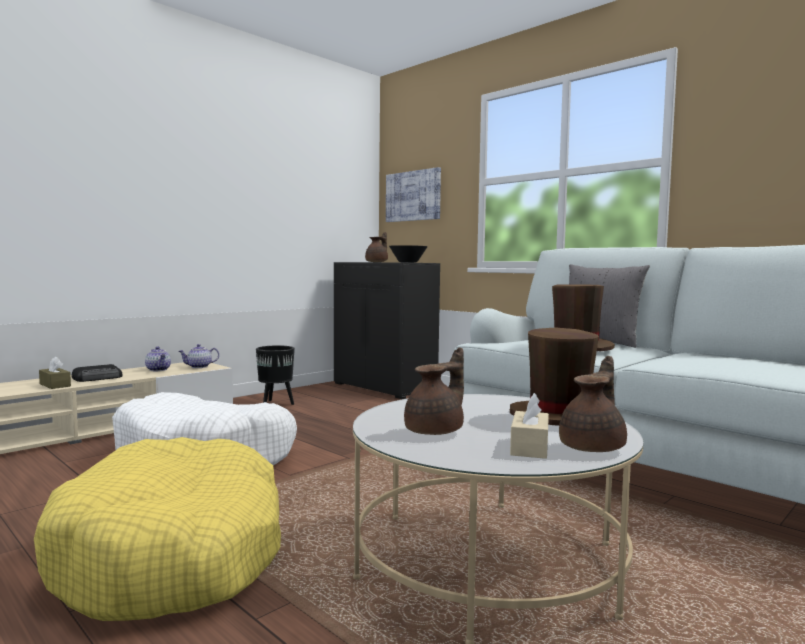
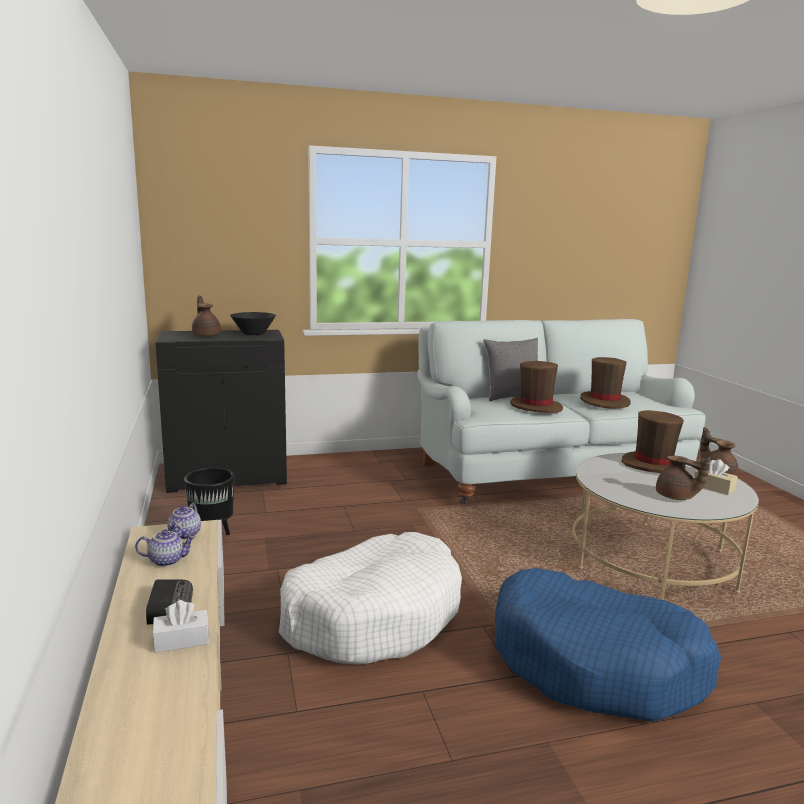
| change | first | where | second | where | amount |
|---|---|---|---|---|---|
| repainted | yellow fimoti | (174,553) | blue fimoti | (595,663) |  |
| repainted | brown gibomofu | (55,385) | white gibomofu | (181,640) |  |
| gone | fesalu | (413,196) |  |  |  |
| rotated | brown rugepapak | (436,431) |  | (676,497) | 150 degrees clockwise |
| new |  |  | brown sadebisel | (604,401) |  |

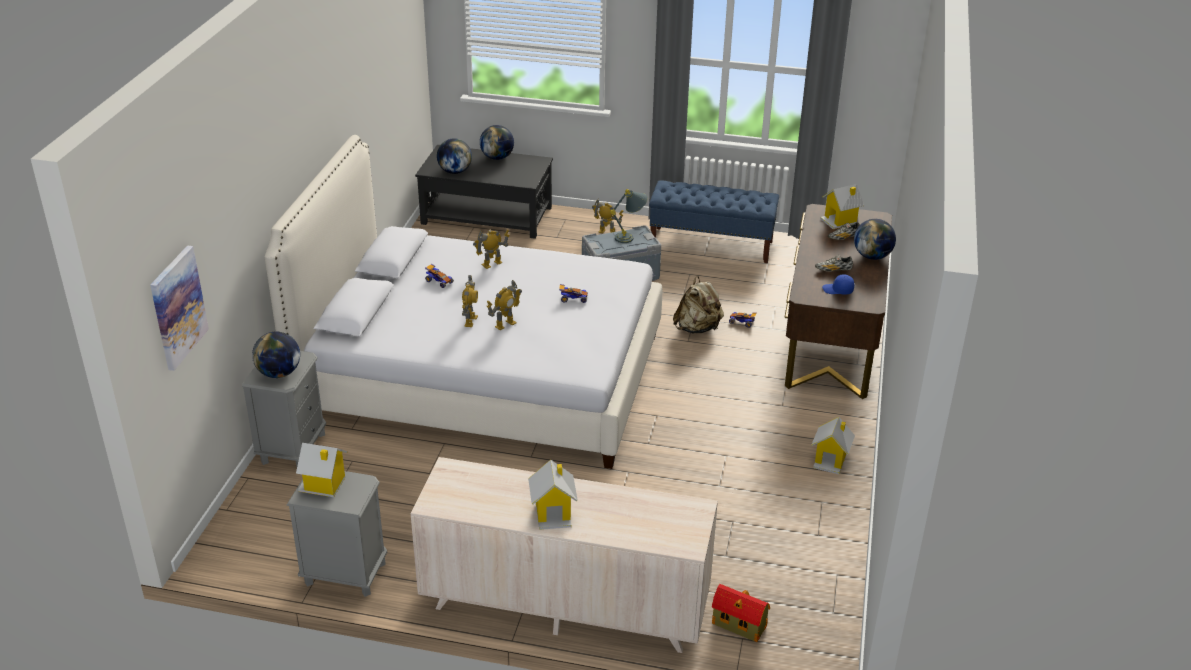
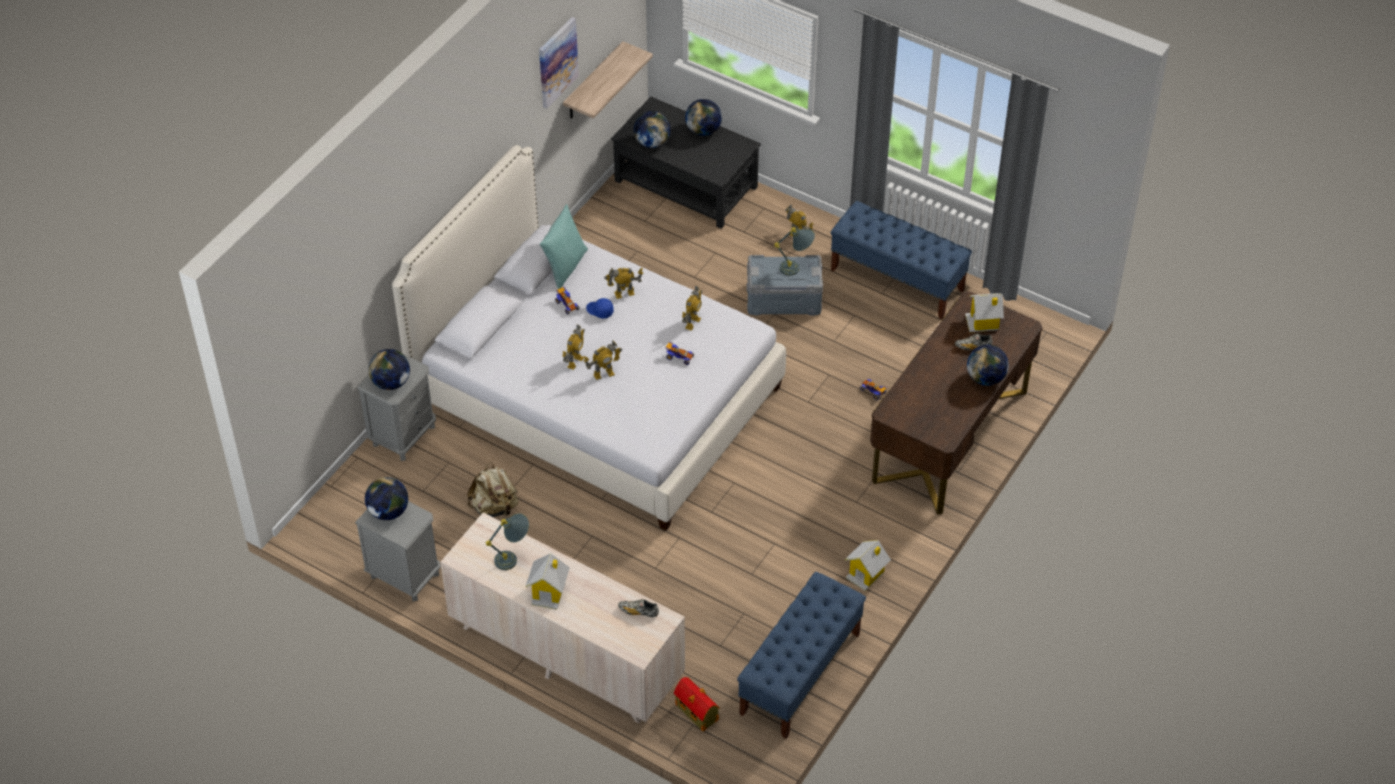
| change | first | where | second | where | amount |
|---|---|---|---|---|---|
| shifted | fesalu | (177,307) |  | (557,62) |  |
| swapped | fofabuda | (324,485) | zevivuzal | (388,511) |  |
| shifted | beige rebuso | (697,328) |  | (495,507) |  |
| shifted | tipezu | (833,270) |  | (638,612) |  |
| shifted | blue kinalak | (838,290) |  | (599,311) |  |
| new |  |  | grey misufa | (513,558) |  |
| new |  |  | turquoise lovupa | (565,267) |  |
| new |  |  | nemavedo | (593,82) |  |
| new |  |  | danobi | (692,323) |  |
| new |  |  | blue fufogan | (800,674) |  |

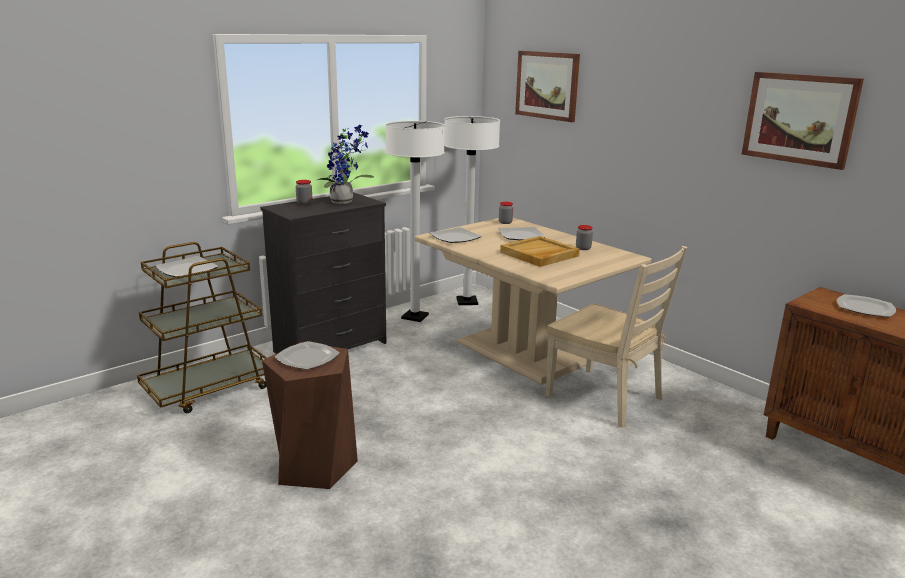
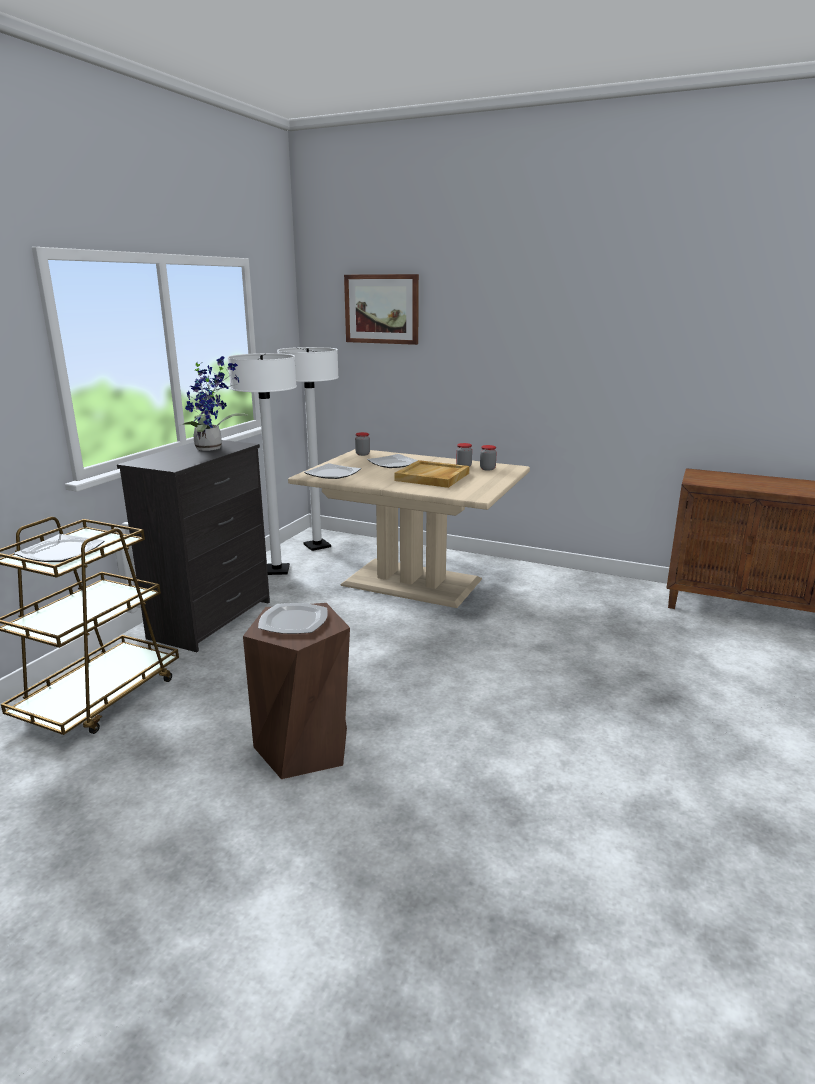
| change | first | where | second | where | amount |
|---|---|---|---|---|---|
| shifted | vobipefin | (304,203) |  | (487,469) |  |
| gone | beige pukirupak | (605,397) |  |  |  |
| gone | fesalu | (799,119) |  |  |  |
| gone | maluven | (865,308) |  |  |  |

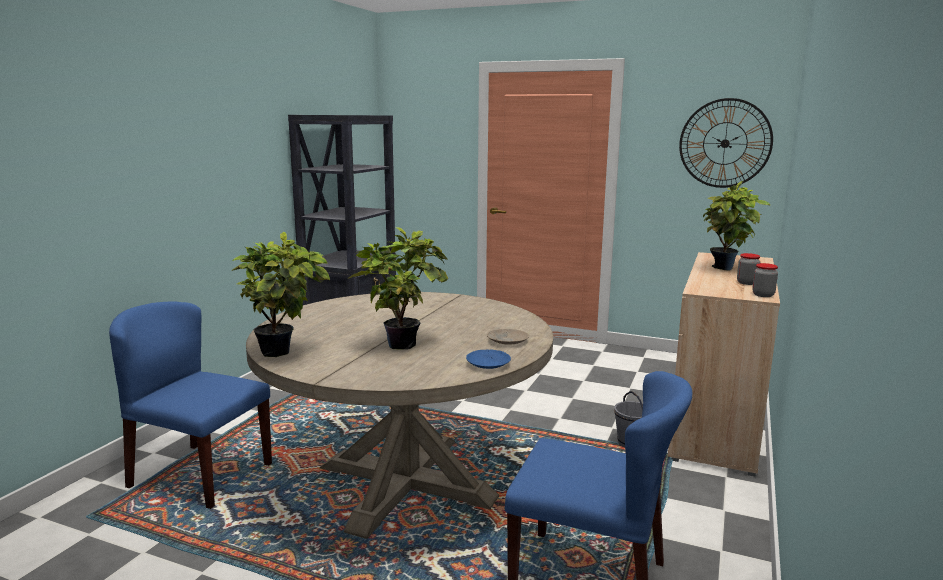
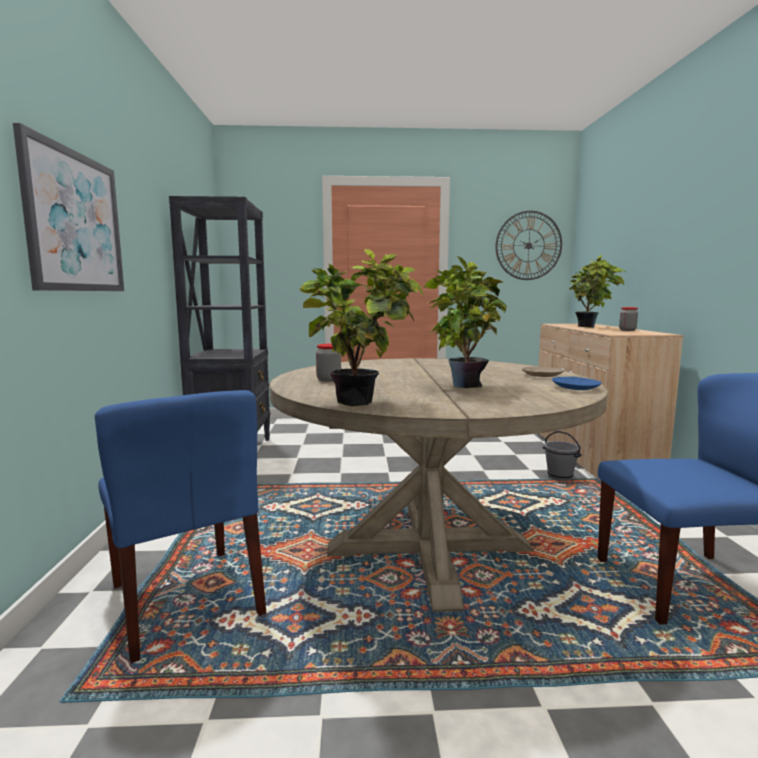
| change | first | where | second | where | amount |
|---|---|---|---|---|---|
| rotated | blue pukirupak | (200,475) |  | (186,600) | 120 degrees counterclockwise |
| shifted | vobipefin | (763,295) |  | (328,380) |  |
| new |  |  | fesalu | (75,222) |  |

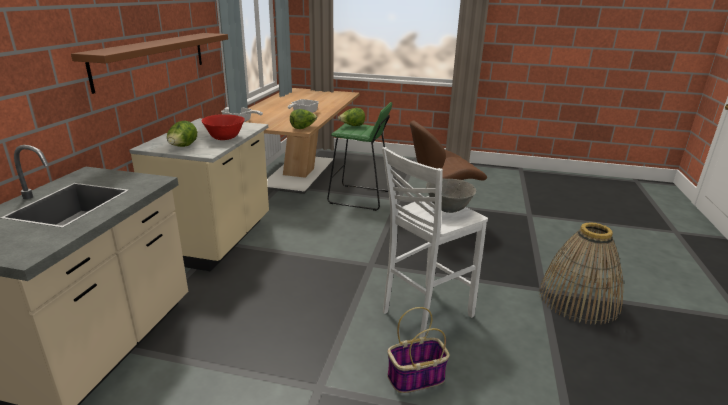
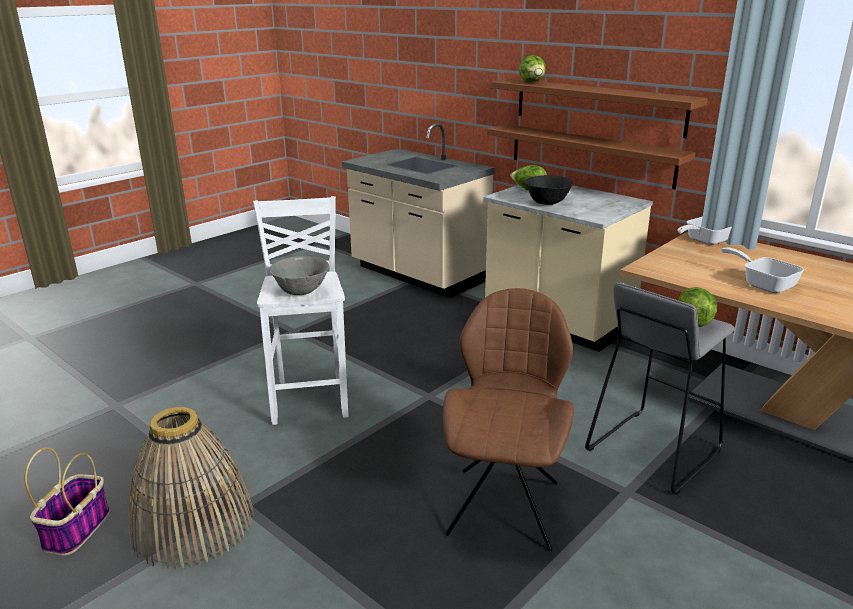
| change | first | where | second | where | amount |
|---|---|---|---|---|---|
| repainted | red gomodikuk | (225,138) | black gomodikuk | (547,203) |  |
| shifted | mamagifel | (303,128) |  | (532,83) |  |
| repainted | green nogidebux | (360,197) | grey nogidebux | (652,450) |  |
| shifted | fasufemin | (415,378) |  | (77,529) |  |
| new |  |  | brown nemavedo | (590,155) |  |

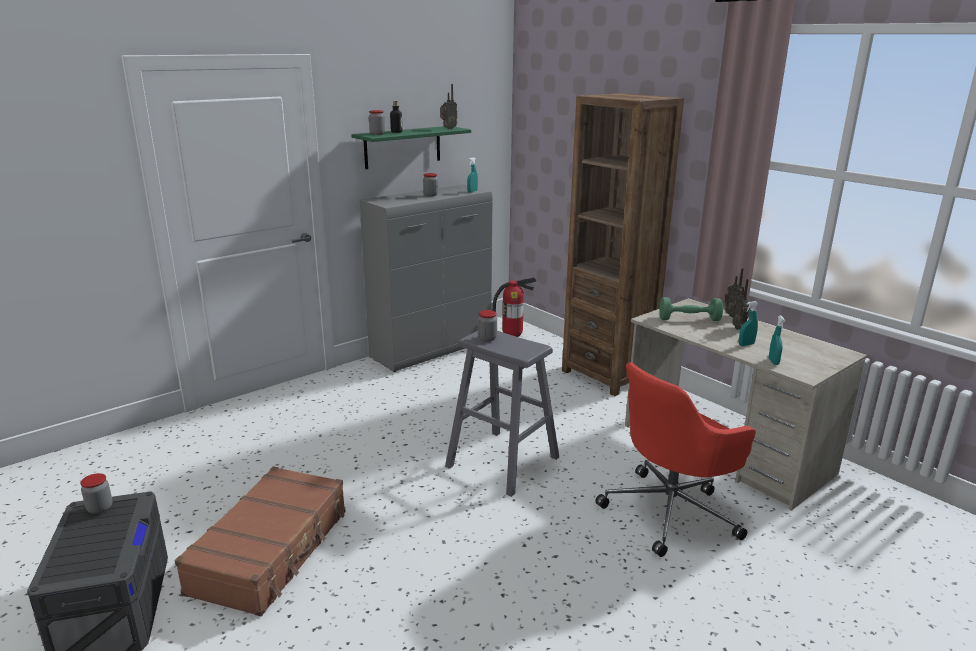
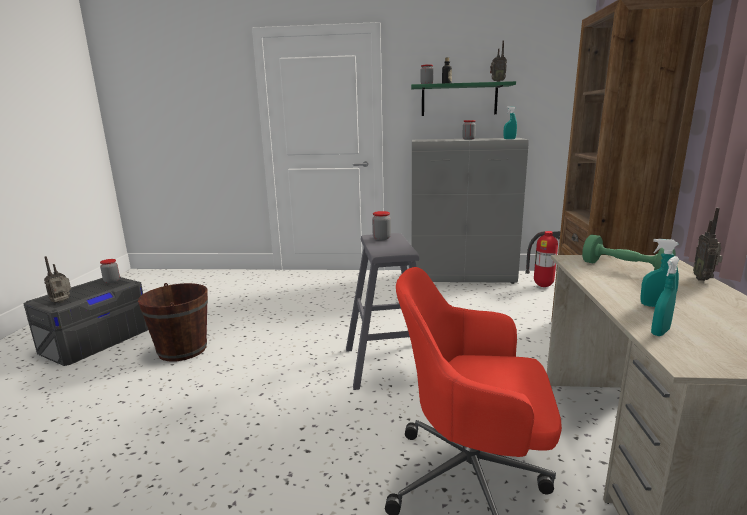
| change | first | where | second | where | amount |
|---|---|---|---|---|---|
| swapped | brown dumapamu | (272,551) | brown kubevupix | (182,349) |  |
| shifted | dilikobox | (739,328) |  | (63,302) |  |

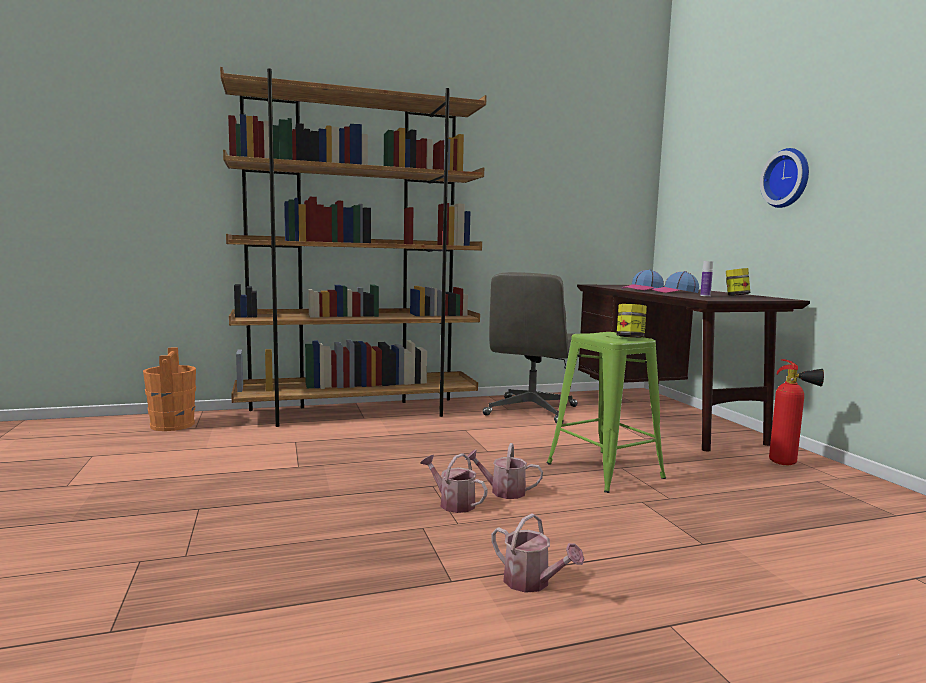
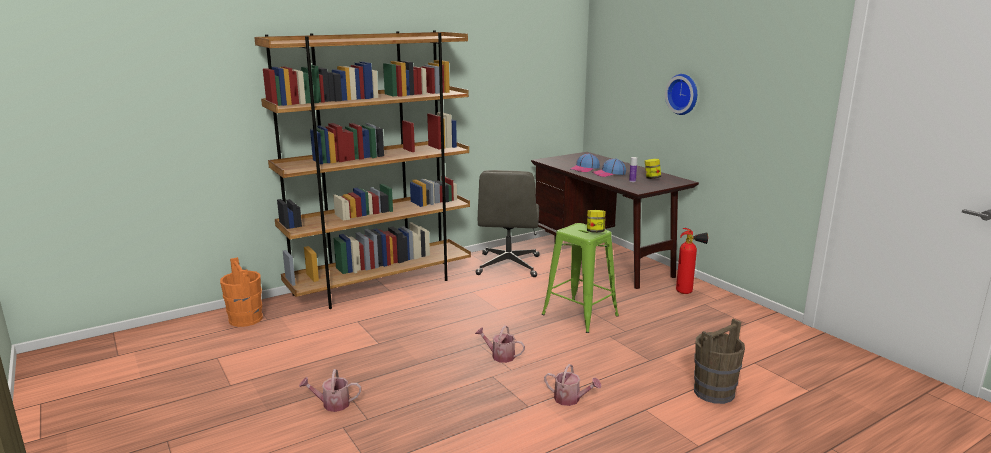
| change | first | where | second | where | amount |
|---|---|---|---|---|---|
| shifted | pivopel | (503,491) |  | (332,404) |  |
| new |  |  | brown kubevupix | (713,392) |  |

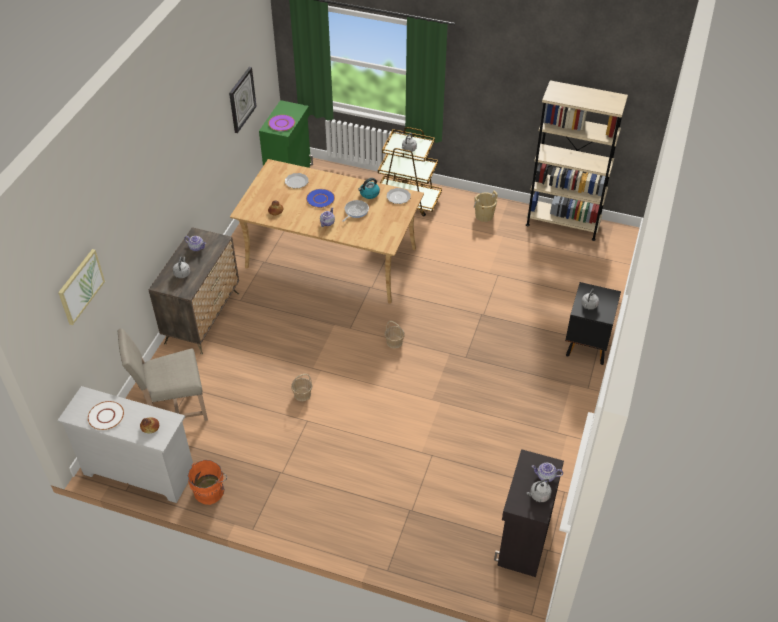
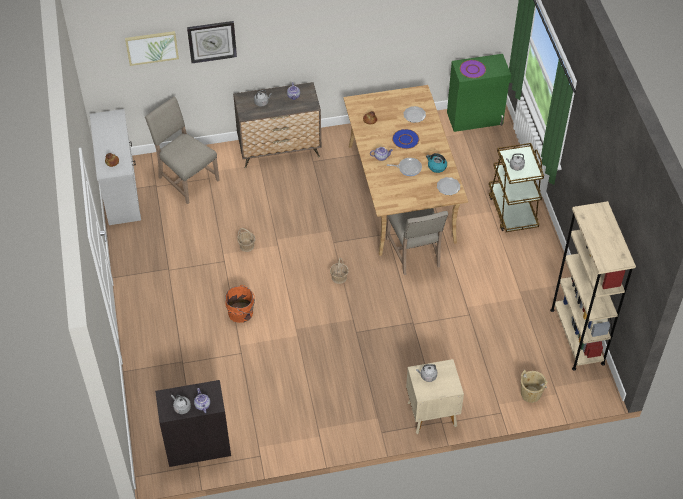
| change | first | where | second | where | amount |
|---|---|---|---|---|---|
| gone | white maluven | (106,416) |  |  |  |
| shifted | orange kubevupix | (210,490) |  | (242,312) |  |
| shifted | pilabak | (242,99) |  | (212,41) |  |
| shifted | beige kubevupix | (484,216) |  | (530,394) |  |
| repainted | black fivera | (587,345) | beige fivera | (431,413) |  |
| new |  |  | beige pukirupak | (415,253) |  |

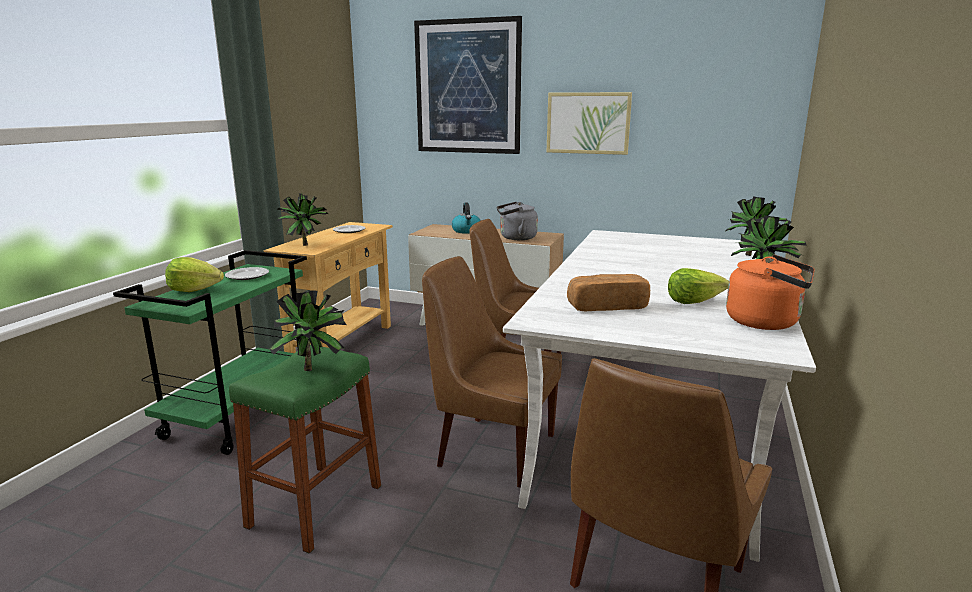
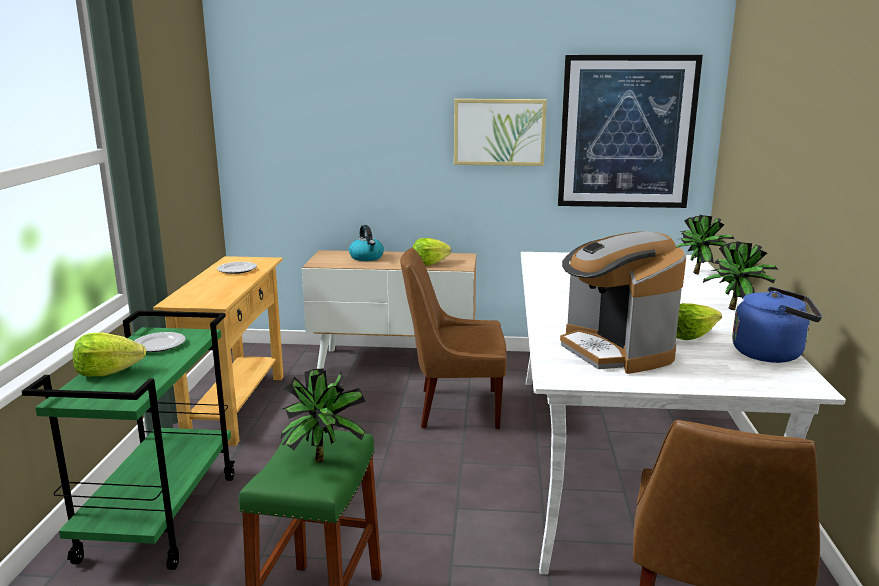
| change | first | where | second | where | amount |
|---|---|---|---|---|---|
| gone | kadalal | (304,245) |  |  |  |
| shifted | fesalu | (467,87) |  | (626,132) |  |
| gone | brown pukirupak | (492,449) |  |  |  |
| swapped | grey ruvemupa | (515,238) | mamagifel | (429,263) |  |
| swapped | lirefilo | (606,306) | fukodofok | (615,351) |  |
| repainted | orange ruvemupa | (766,322) | blue ruvemupa | (771,354) |  |

